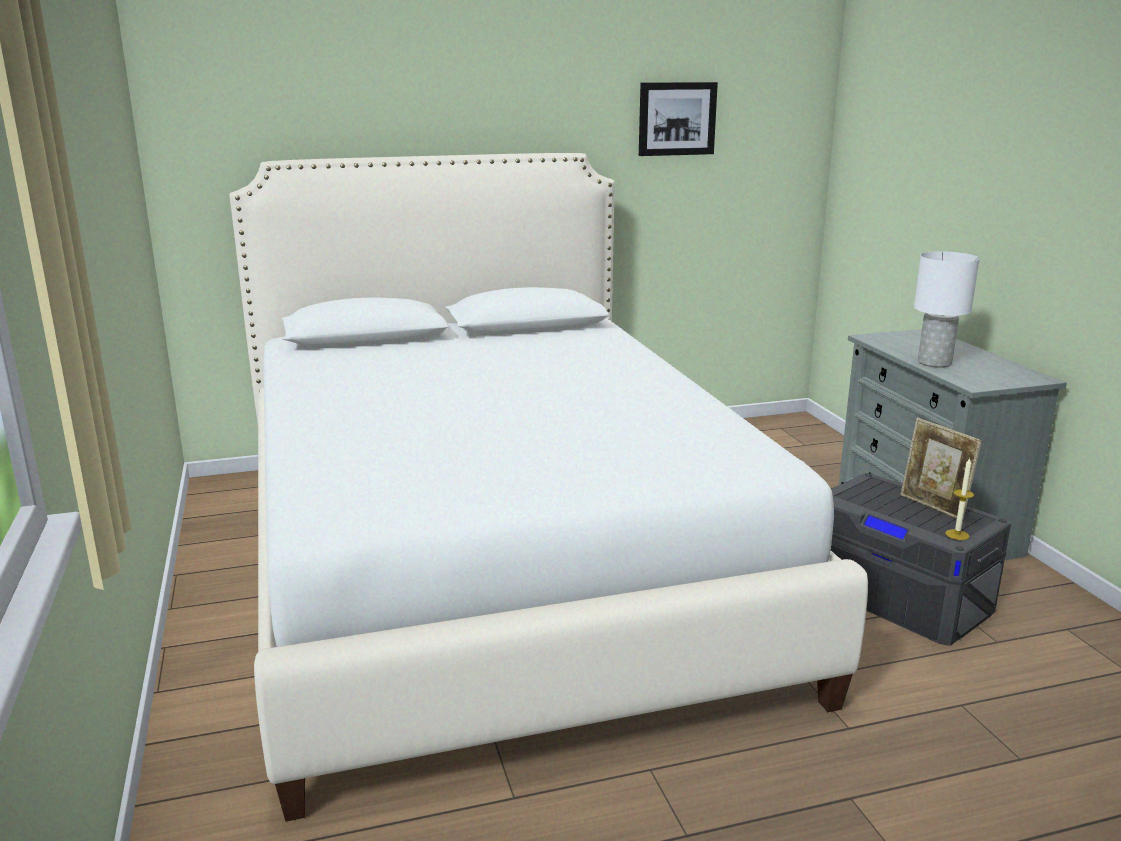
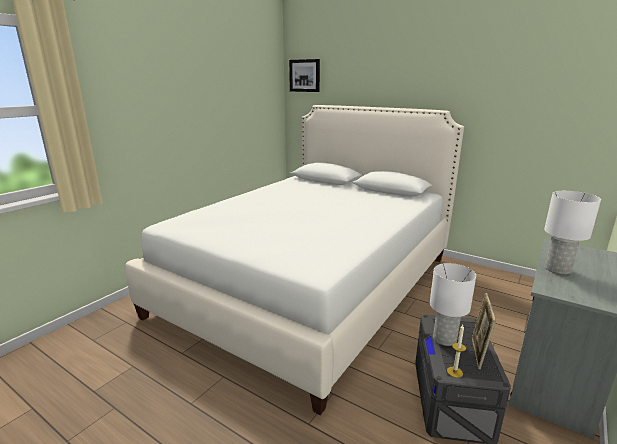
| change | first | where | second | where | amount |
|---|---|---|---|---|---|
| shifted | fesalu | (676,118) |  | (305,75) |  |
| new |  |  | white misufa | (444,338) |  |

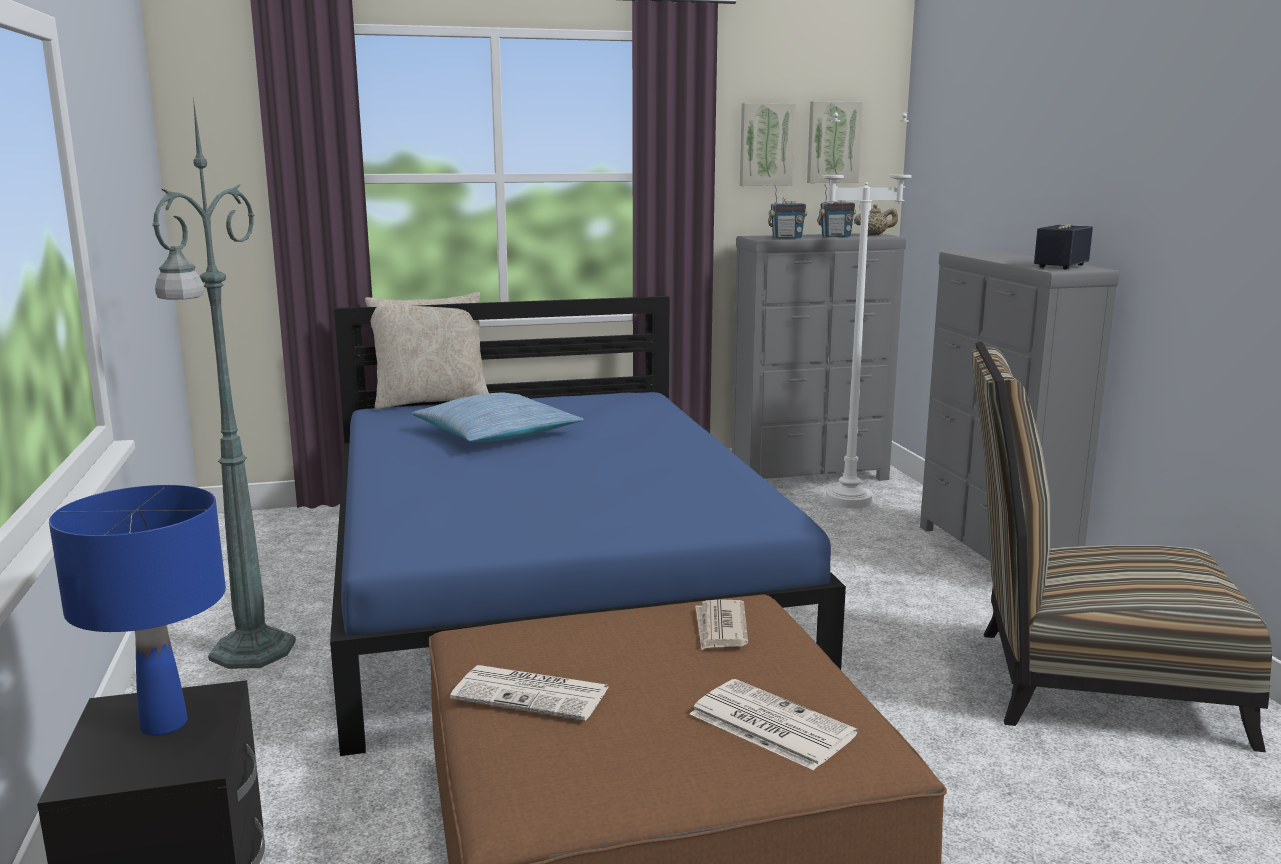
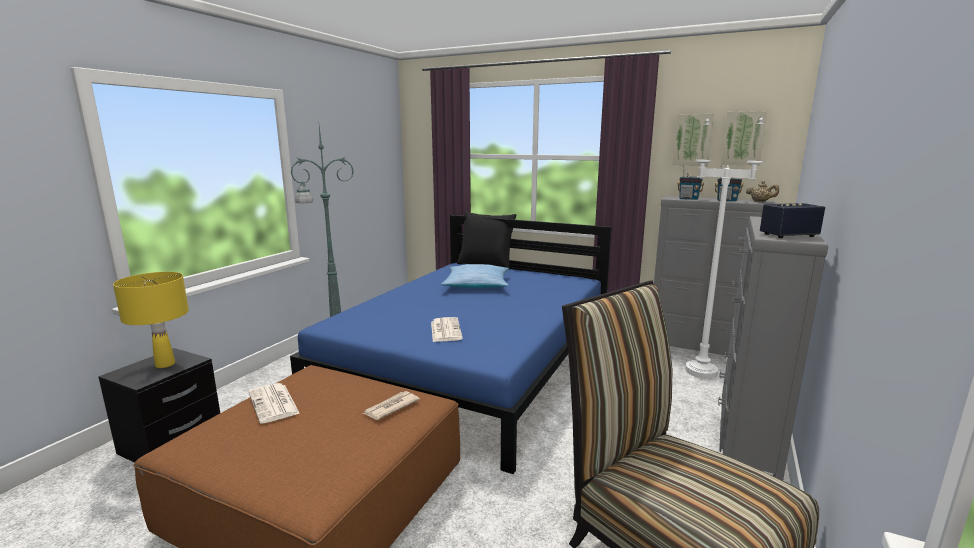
| change | first | where | second | where | amount |
|---|---|---|---|---|---|
| repainted | blue misufa | (163,725) | yellow misufa | (165,364) |  |
| repainted | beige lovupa | (431,401) | black lovupa | (486,264) |  |
| shifted | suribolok | (769,724) |  | (445,330) |  |

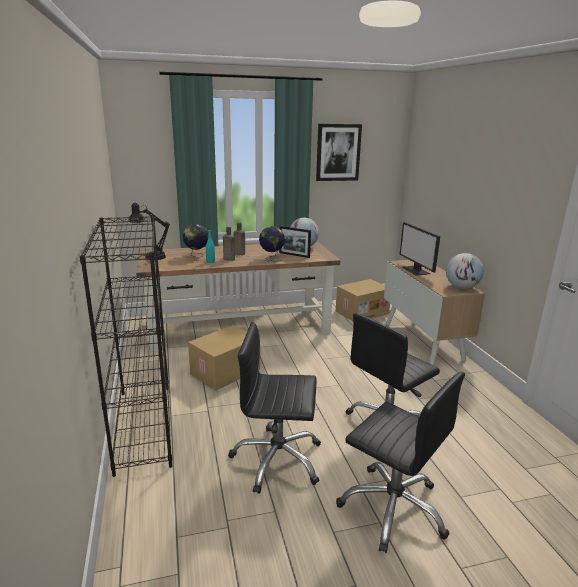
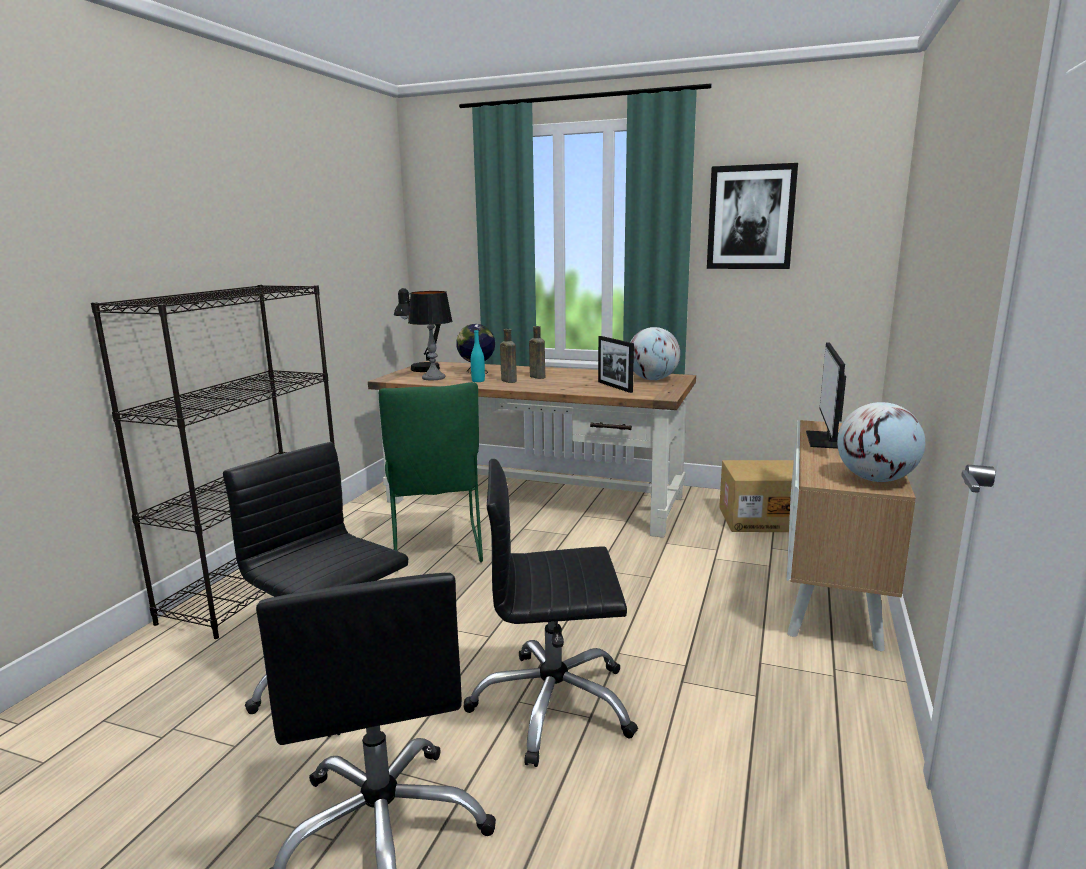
| change | first | where | second | where | amount |
|---|---|---|---|---|---|
| swapped | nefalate | (225,372) | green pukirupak | (437,549) |  |
| gone | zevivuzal | (271,258) |  |  |  |
| new |  |  | misufa | (433,378) |  |

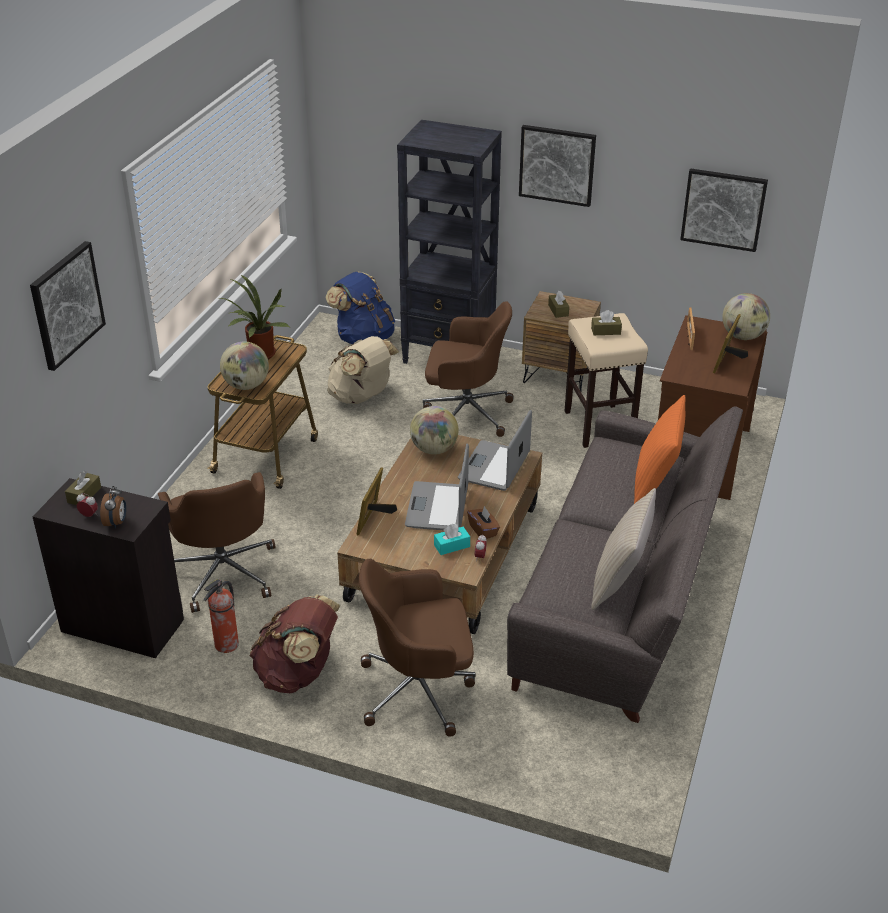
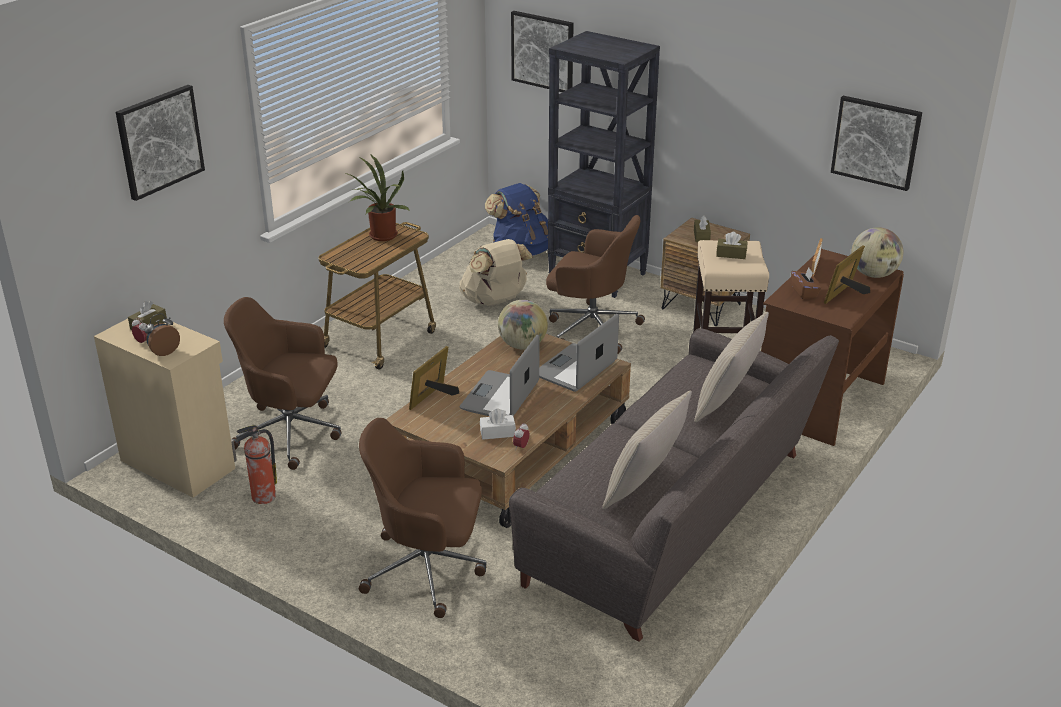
| change | first | where | second | where | amount |
|---|---|---|---|---|---|
| repainted | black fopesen | (123,624) | beige fopesen | (178,463) |  |
| rotated | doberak | (116,522) |  | (164,351) | 150 degrees counterclockwise |
| rotated | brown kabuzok | (224,572) |  | (292,433) | 105 degrees clockwise |
| gone | zevivuzal | (246,385) |  |  |  |
| gone | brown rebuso | (298,673) |  |  |  |
| repainted | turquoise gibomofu | (452,546) | white gibomofu | (497,433) |  |
| shifted | brown gibomofu | (483,530) |  | (804,292) |  |
| shifted | fesalu | (557,165) |  | (543,51) |  |
| repainted | orange lovupa | (655,483) | beige lovupa | (728,403) |  |

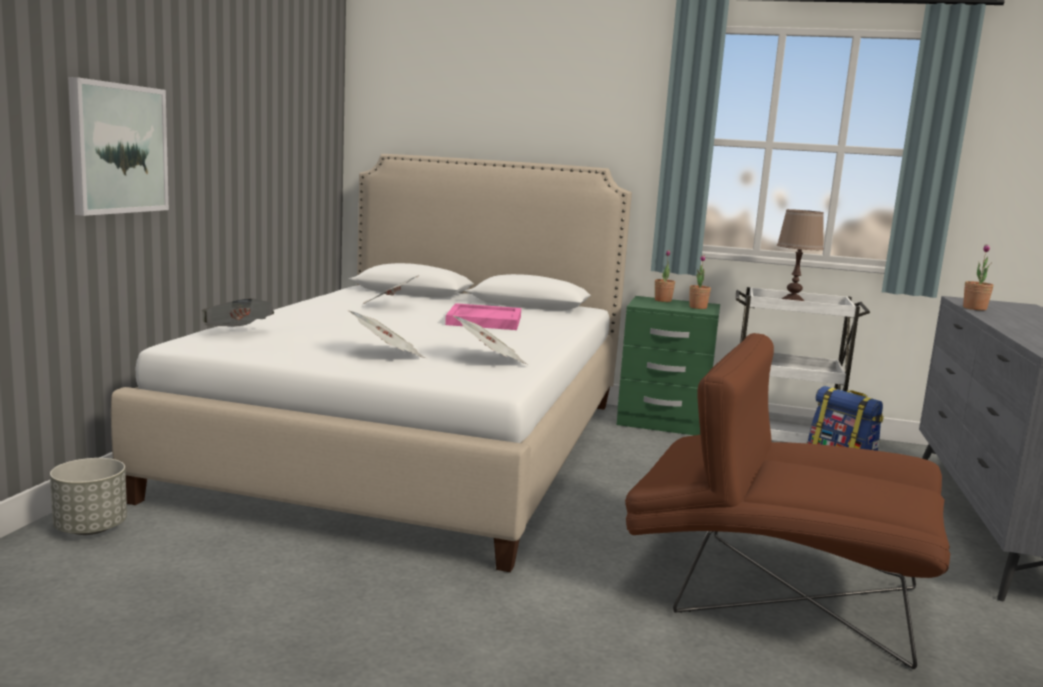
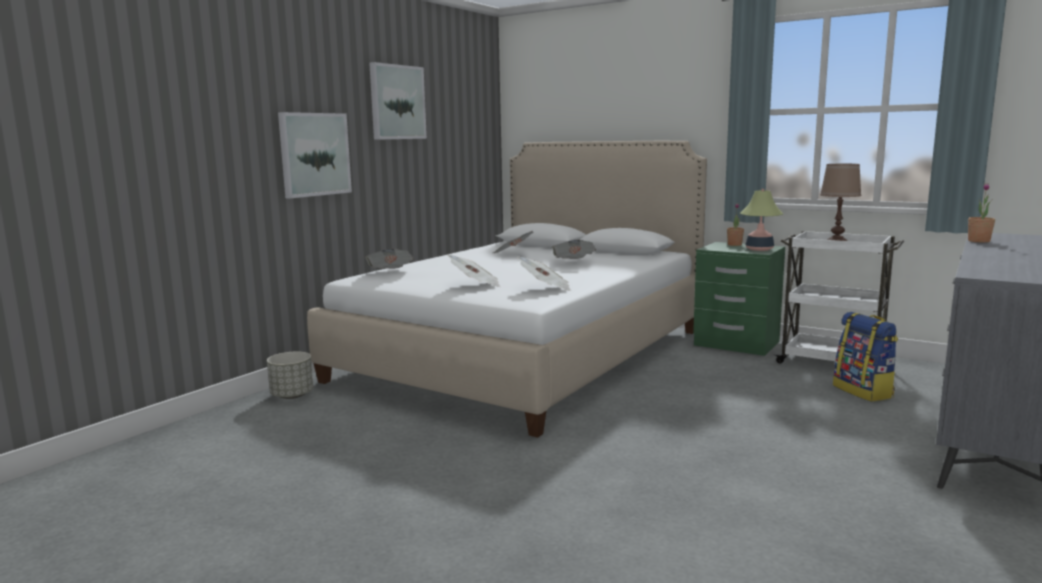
| change | first | where | second | where | amount |
|---|---|---|---|---|---|
| swapped | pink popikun | (483,320) | suribolok | (573,262) |  |
| gone | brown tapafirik | (775,591) |  |  |  |
| swapped | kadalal | (698,307) | misufa | (759,249) |  |
| new |  |  | fesalu | (397,102) |  |

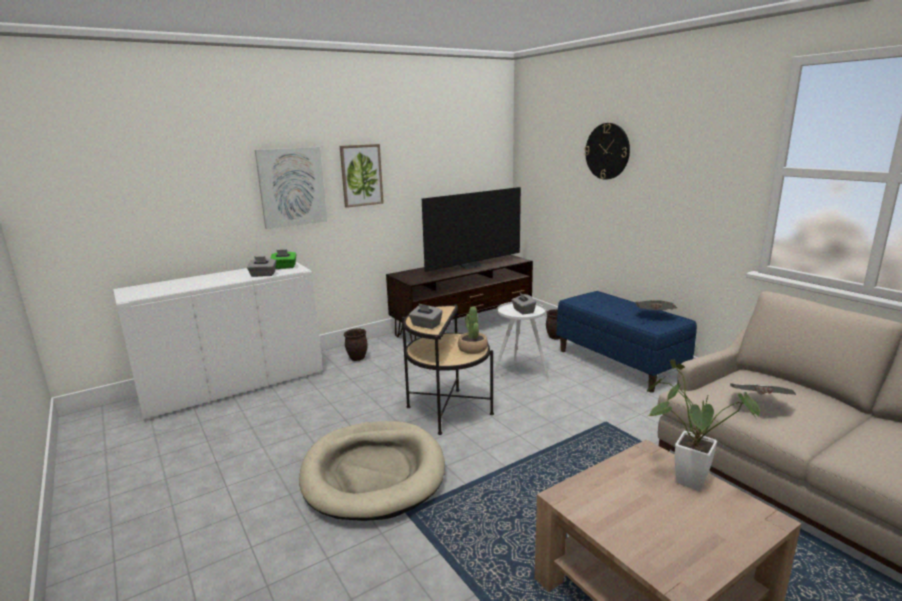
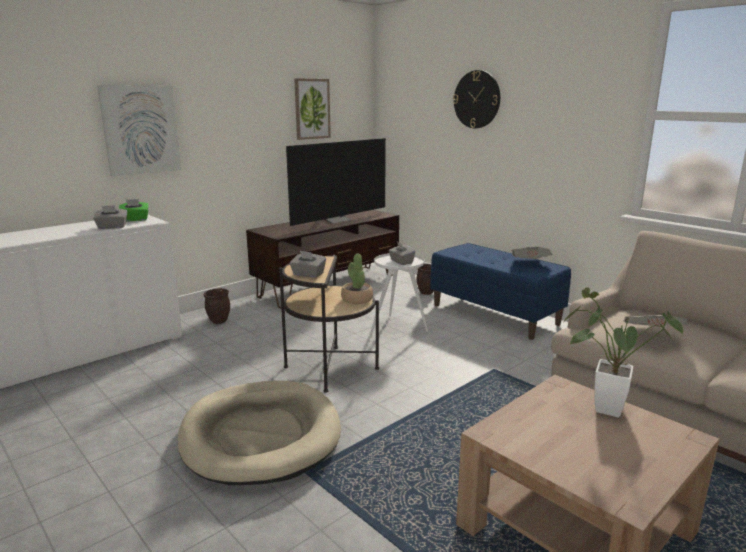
| change | first | where | second | where | amount |
|---|---|---|---|---|---|
| shifted | fesalu | (361,175) |  | (312,109) |  |

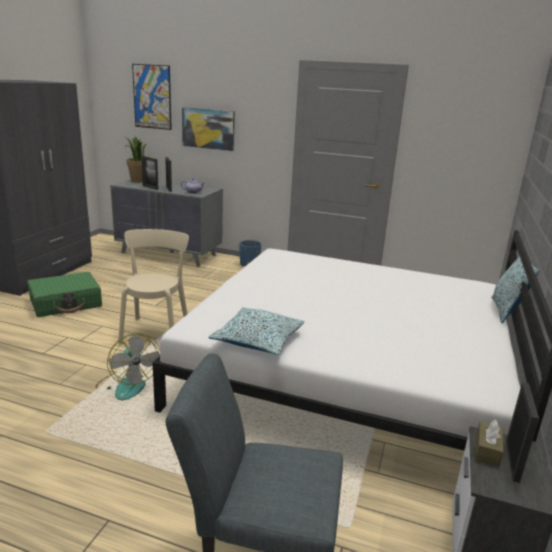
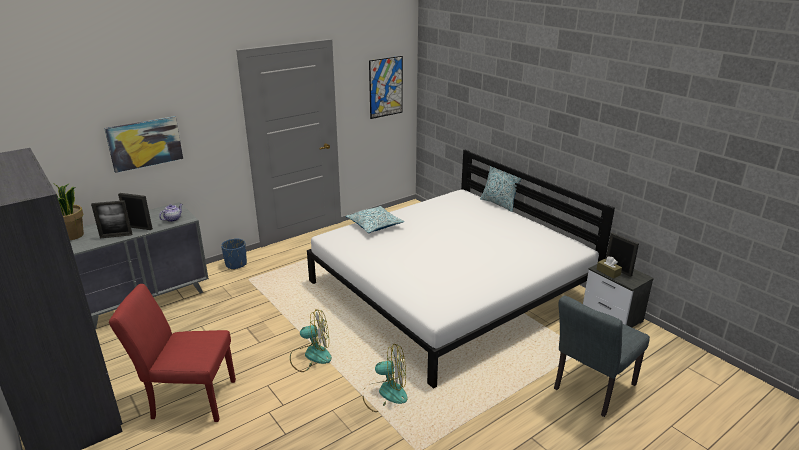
| change | first | where | second | where | amount |
|---|---|---|---|---|---|
| swapped | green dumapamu | (66,303) | red pukirupak | (187,399) |  |
| swapped | beige pukirupak | (156,331) | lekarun | (311,356) |  |
| shifted | fesalu | (152,97) |  | (386,87) |  |
| shifted | lovupa | (258,340) |  | (375,225) |  |

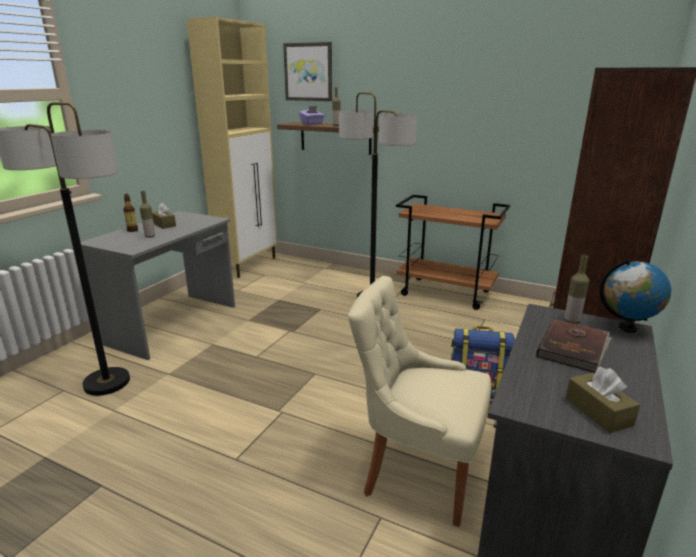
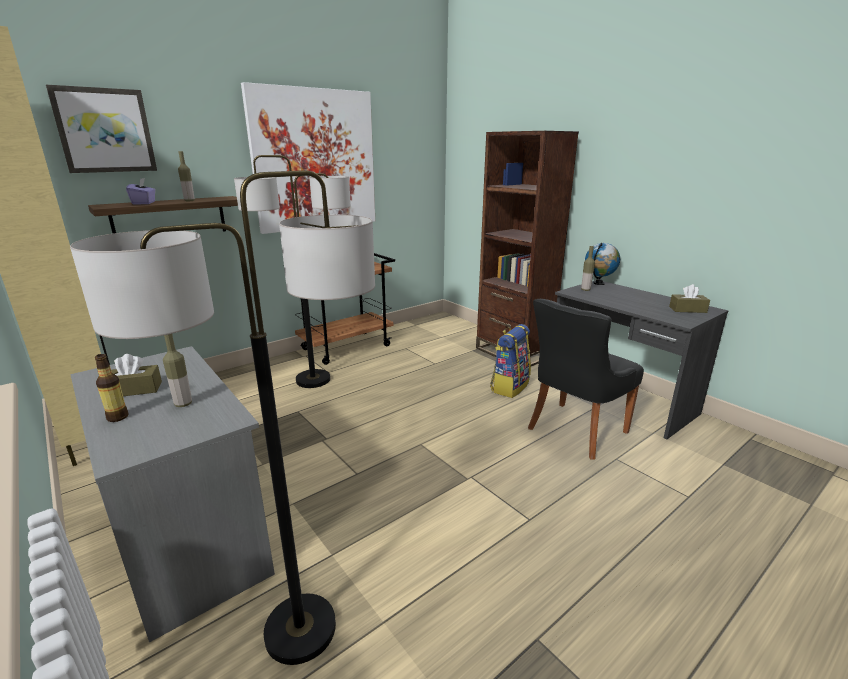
| change | first | where | second | where | amount |
|---|---|---|---|---|---|
| repainted | beige pukirupak | (417,471) | black pukirupak | (574,431) |  |
| gone | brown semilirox | (574,348) |  |  |  |
| new |  |  | fesalu | (315,160) |  |

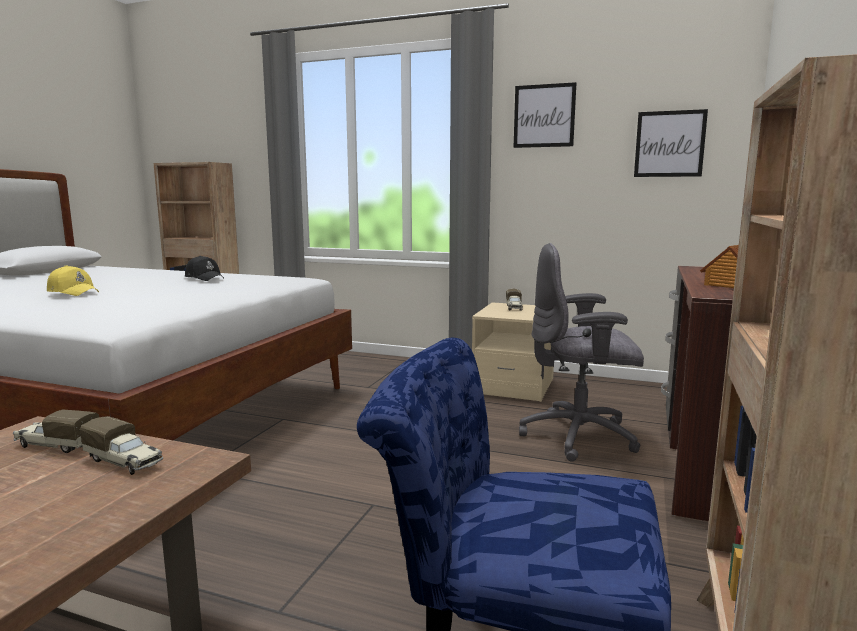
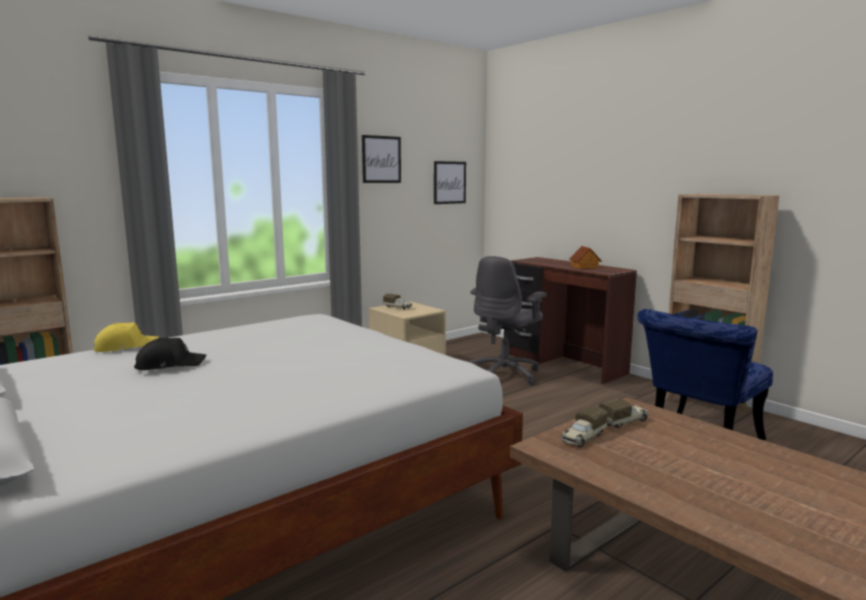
| change | first | where | second | where | amount |
|---|---|---|---|---|---|
| shifted | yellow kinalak | (73,292) |  | (125,347) |  |
| shifted | black kinalak | (205,278) |  | (170,364) |  |

